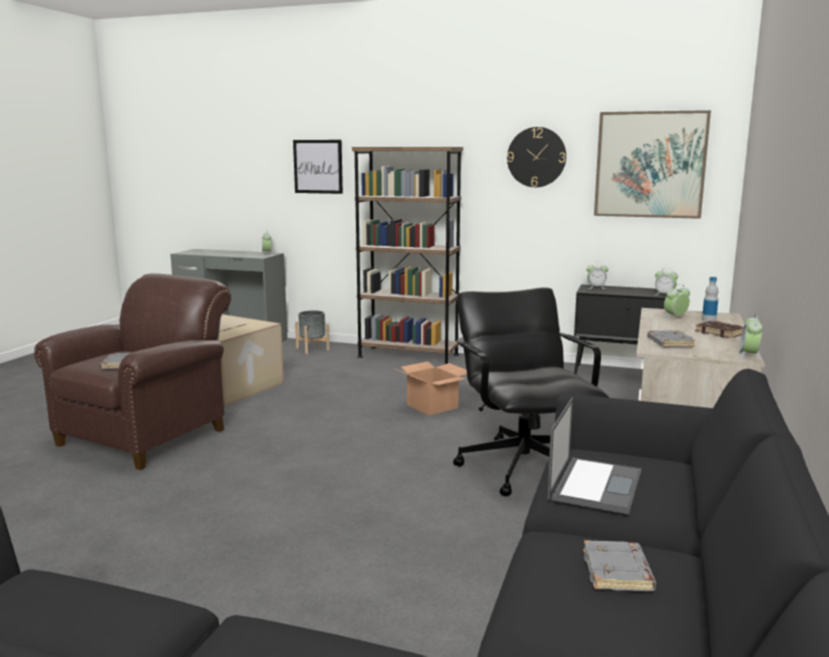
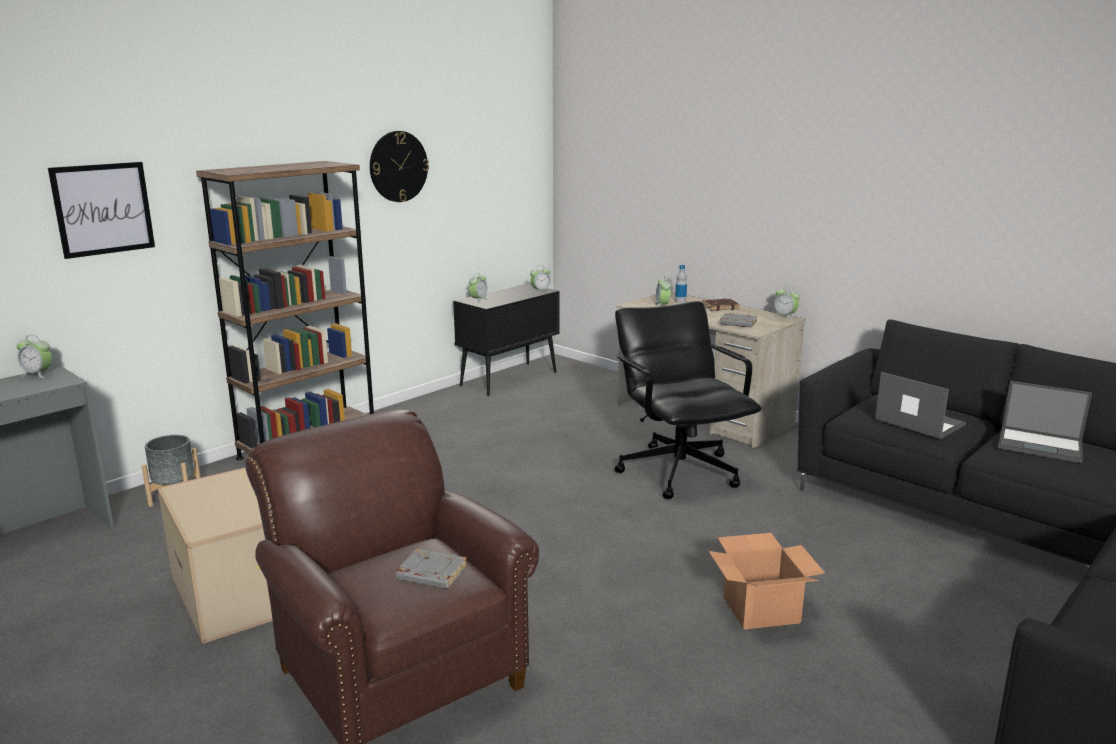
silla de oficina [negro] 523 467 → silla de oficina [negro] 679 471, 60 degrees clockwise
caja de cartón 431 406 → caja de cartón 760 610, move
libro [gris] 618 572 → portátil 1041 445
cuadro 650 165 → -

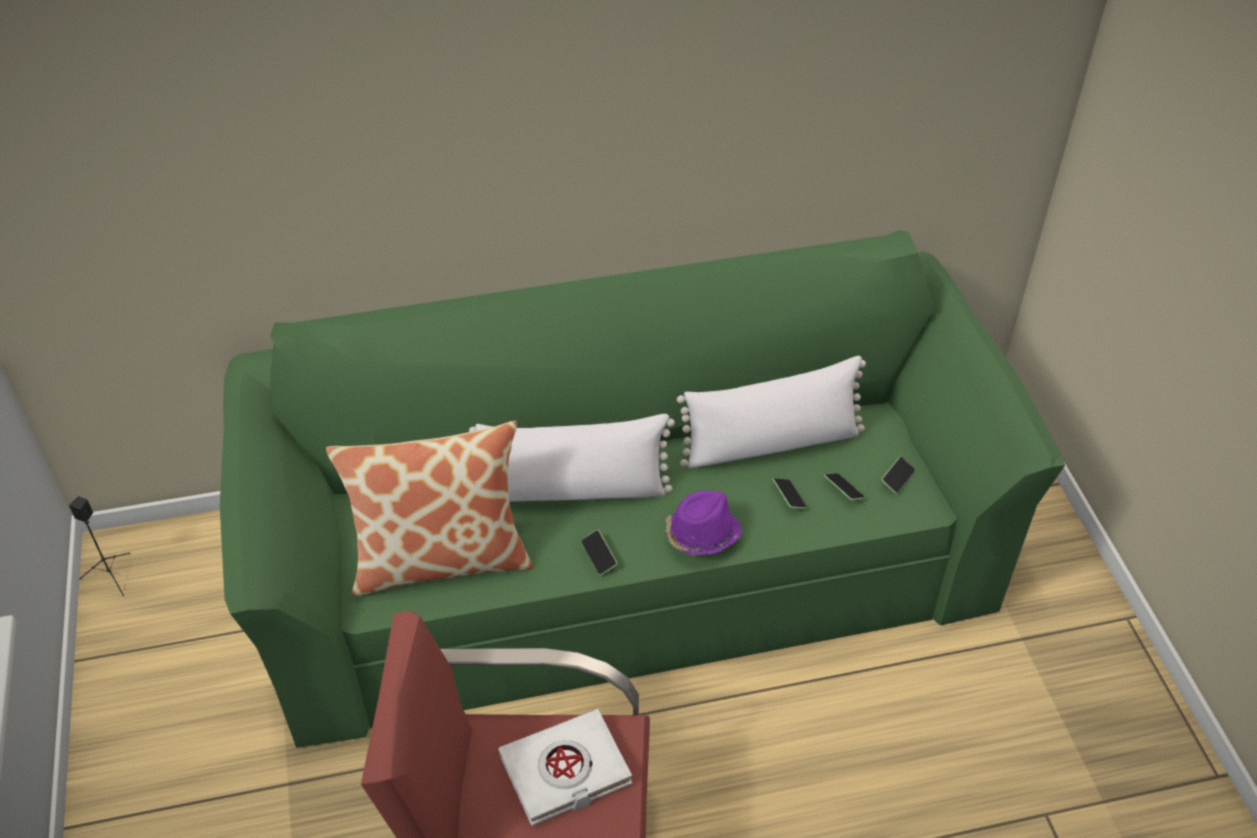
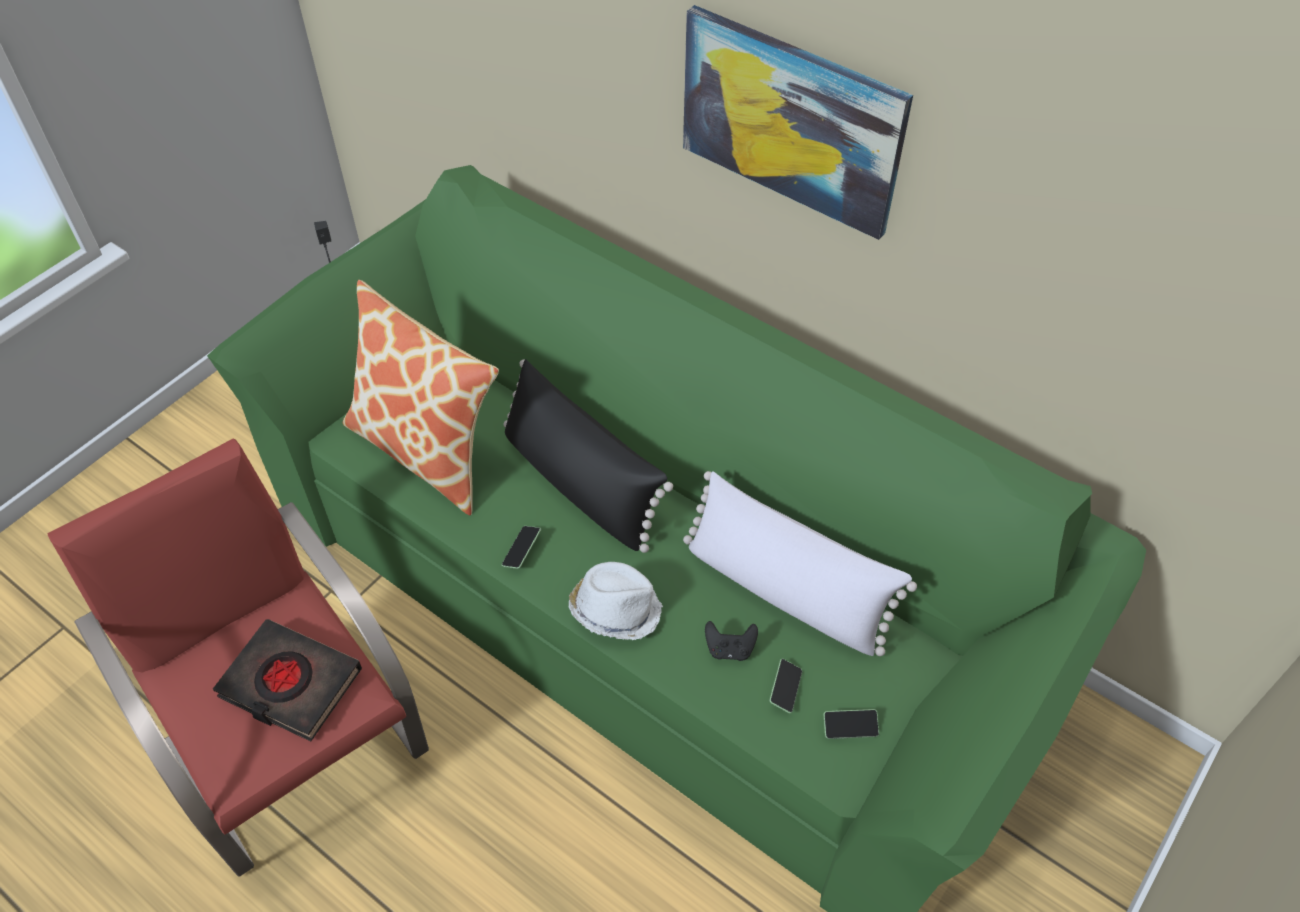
libro [blanco] 565 771 → libro [negro] 290 684
cojín [blanco] 573 489 → cojín [negro] 580 483
sombrero [morado] 701 534 → sombrero [blanco] 615 609
- → cuadro 791 120
móvil 789 497 → mando de consola [negro] 729 649

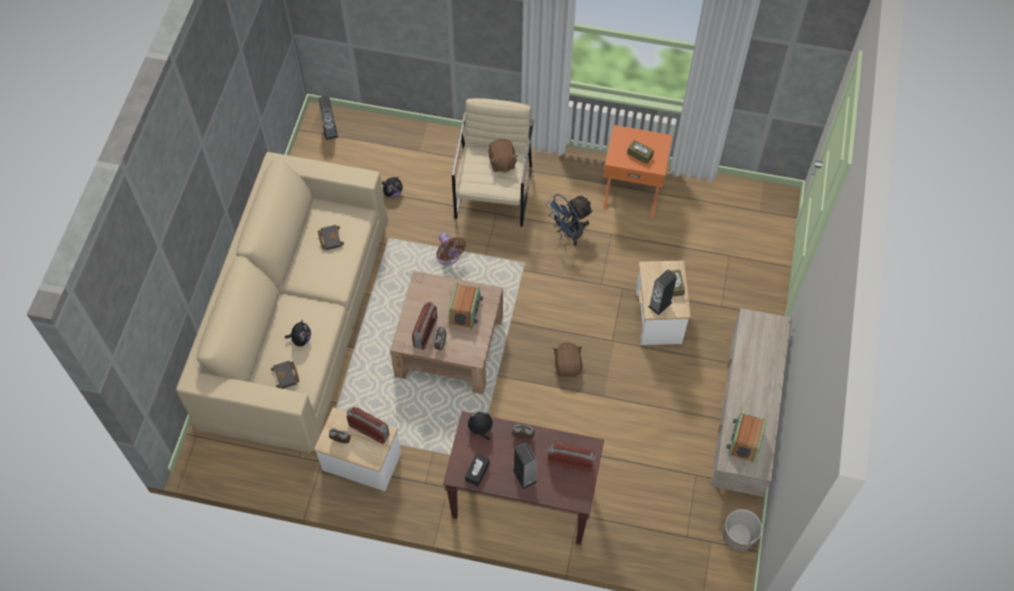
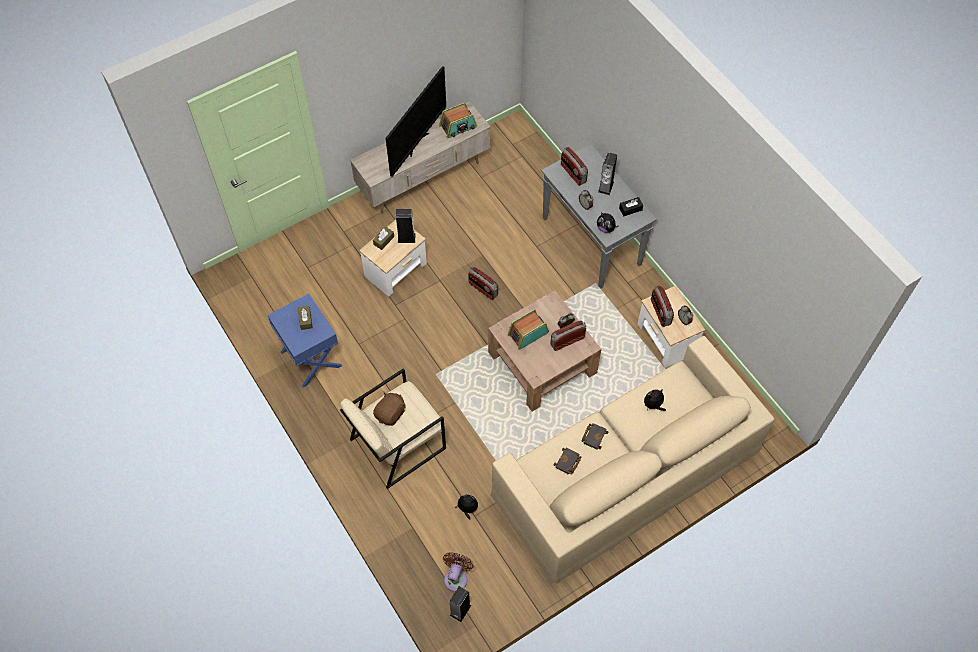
mesita de noche [naranja] 632 193 → mesita de noche [azul] 310 359
- → televisor 417 143
ventilador [marrón] 449 258 → ventilador [marrón] 456 577, move
peluche [marrón] 568 365 → radio 483 289
mesa consola [marrón] 521 501 → mesa consola [gris] 592 242
libro [negro] 286 376 → libro [negro] 594 436, move
ventilador [azul] 568 233 → -
maceta 738 536 → -

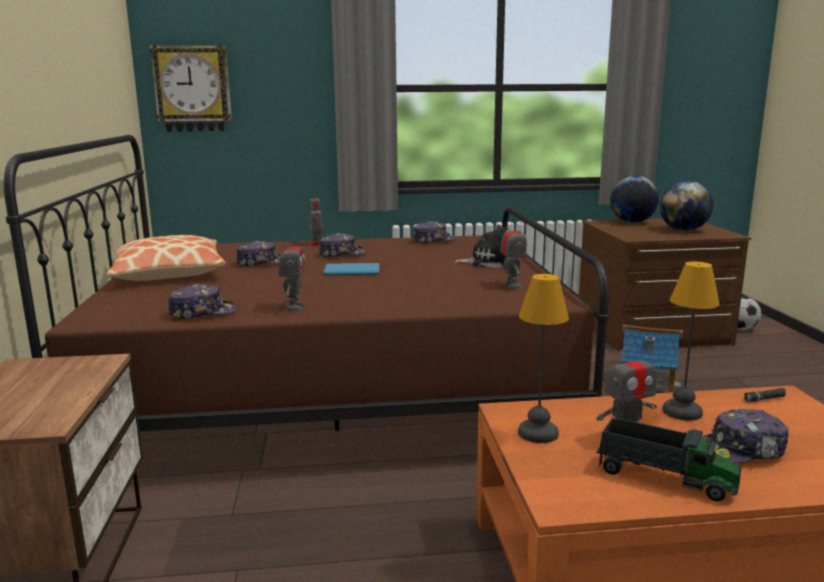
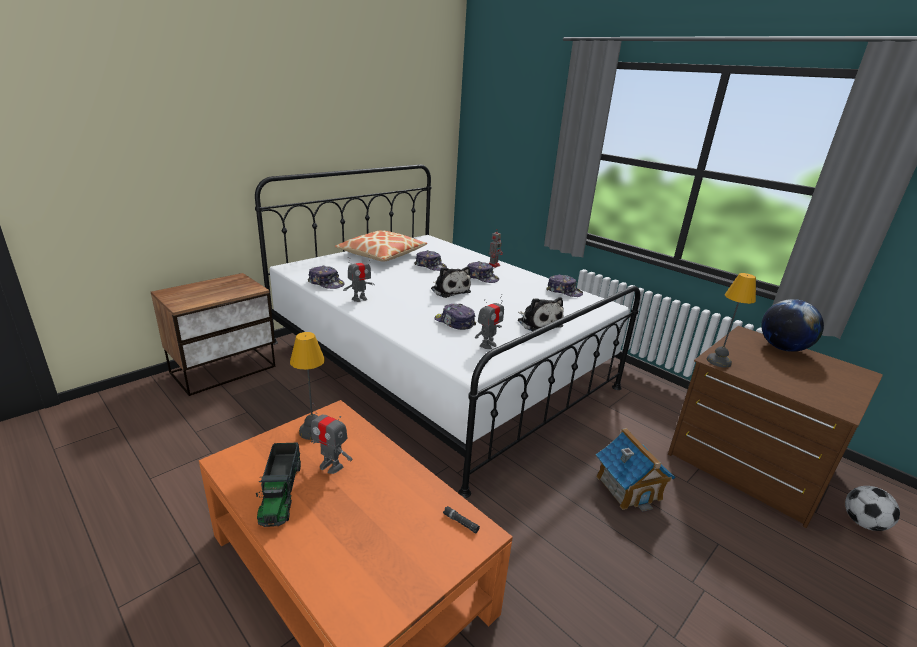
cama [marrón] 336 392 → cama [blanco] 438 364
libro [azul] 350 270 → peluche 449 290
gorra 741 451 → gorra 454 323, move
lámpara de mesa 681 411 → lámpara de mesa 719 361, move
reloj de pared 193 89 → -
globo terráqueo 683 230 → -

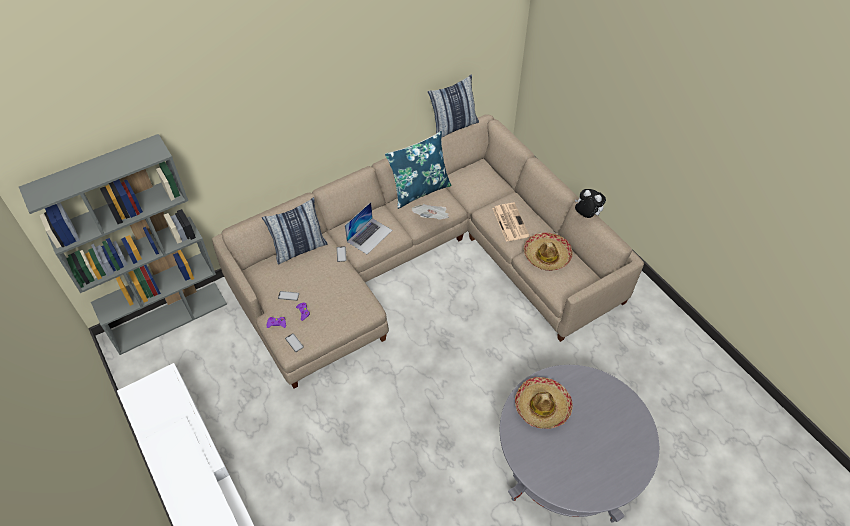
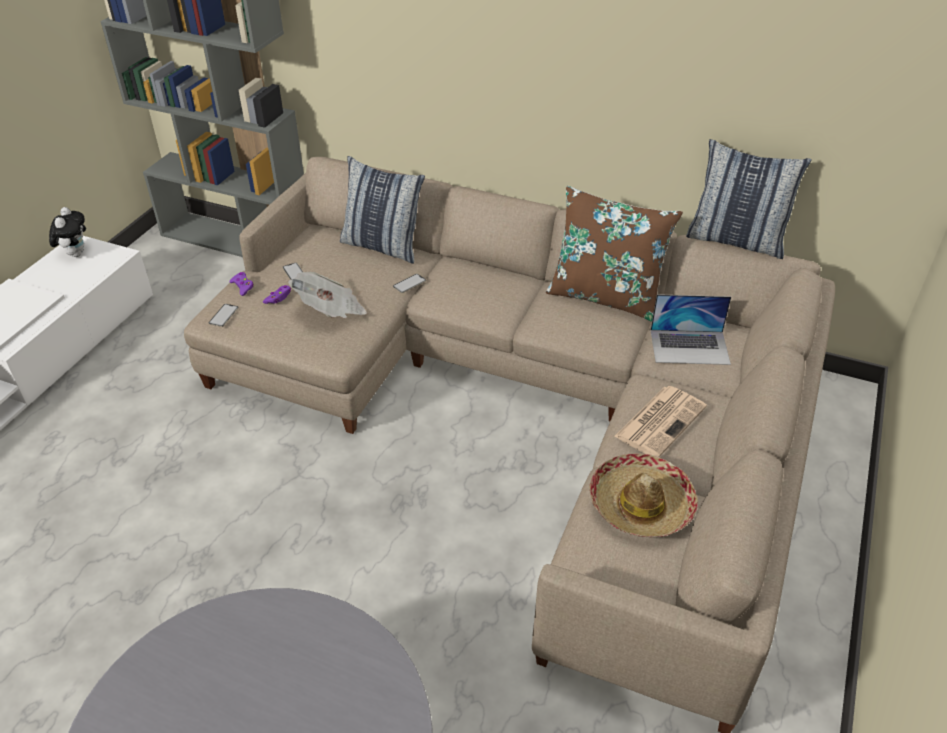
peluche 586 215 → peluche 75 253, move
periódico 432 218 → periódico 331 311, move
cojín [azul] 419 190 → cojín [marrón] 605 296
portátil 369 235 → portátil 689 347, move
sombrero 542 407 → -

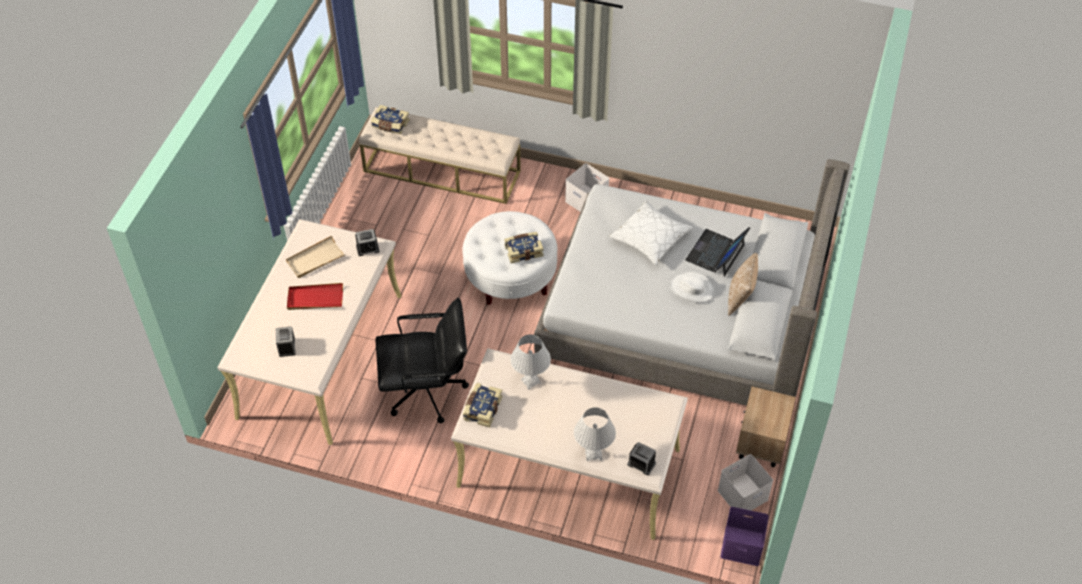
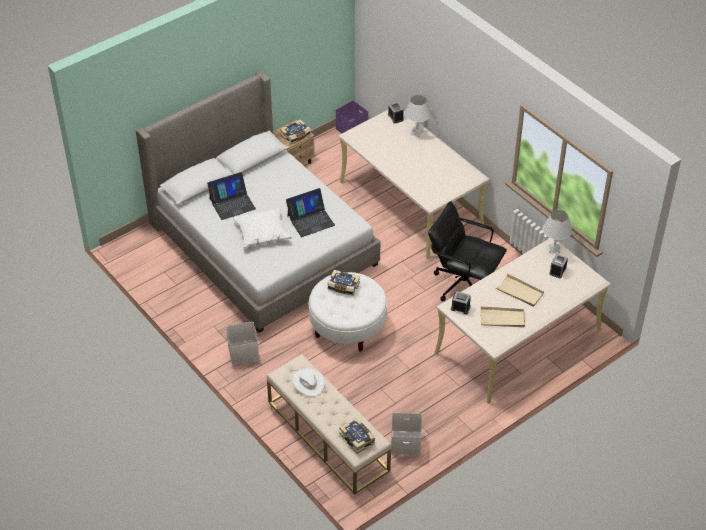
libro 482 408 → libro 296 136, move
- → portátil 310 220
sombrero [blanco] 692 289 → sombrero [blanco] 308 383, move
caja de almacenaje [blanco] 743 493 → caja de almacenaje [blanco] 405 443, move
bandeja [rojo] 315 298 → bandeja [beis] 520 292
lámpara de mesa [blanco] 530 381 → lámpara de mesa [blanco] 554 249, move
cojín 740 298 → -

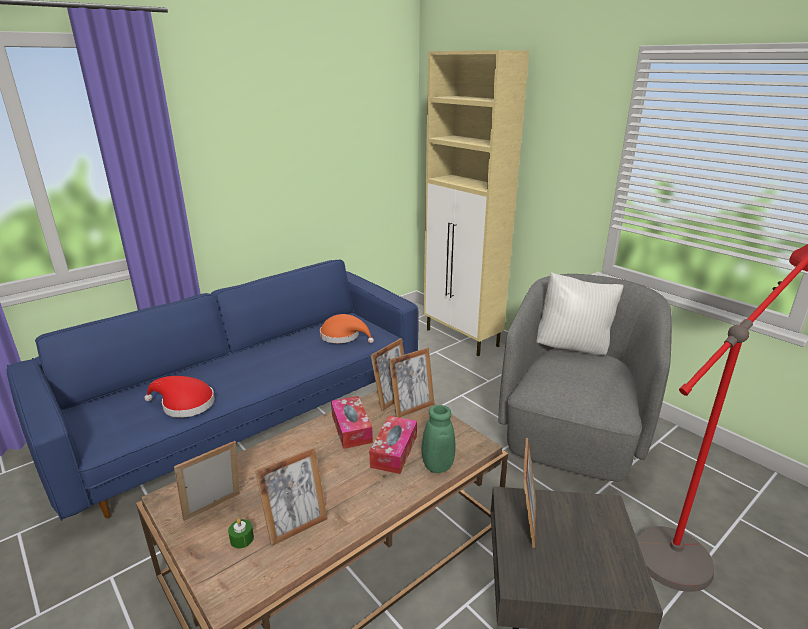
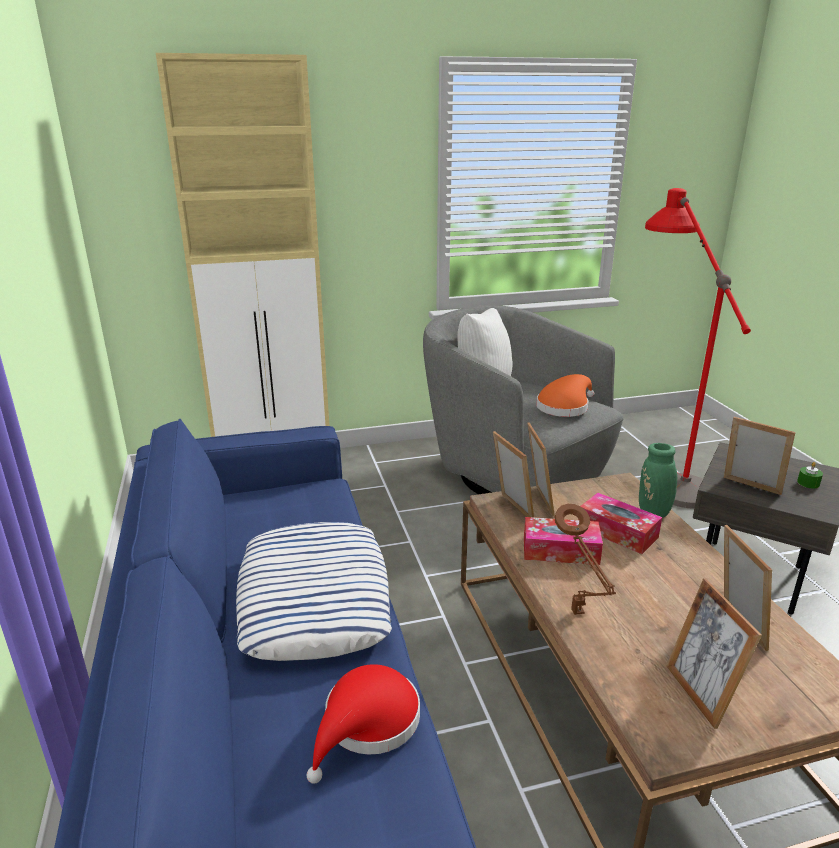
- → cojín 314 598
sombrero [naranja] 343 336 → sombrero [naranja] 564 406, move
- → lámpara de mesa [marrón] 579 615
vela [verde] 242 539 → vela [verde] 808 483, move

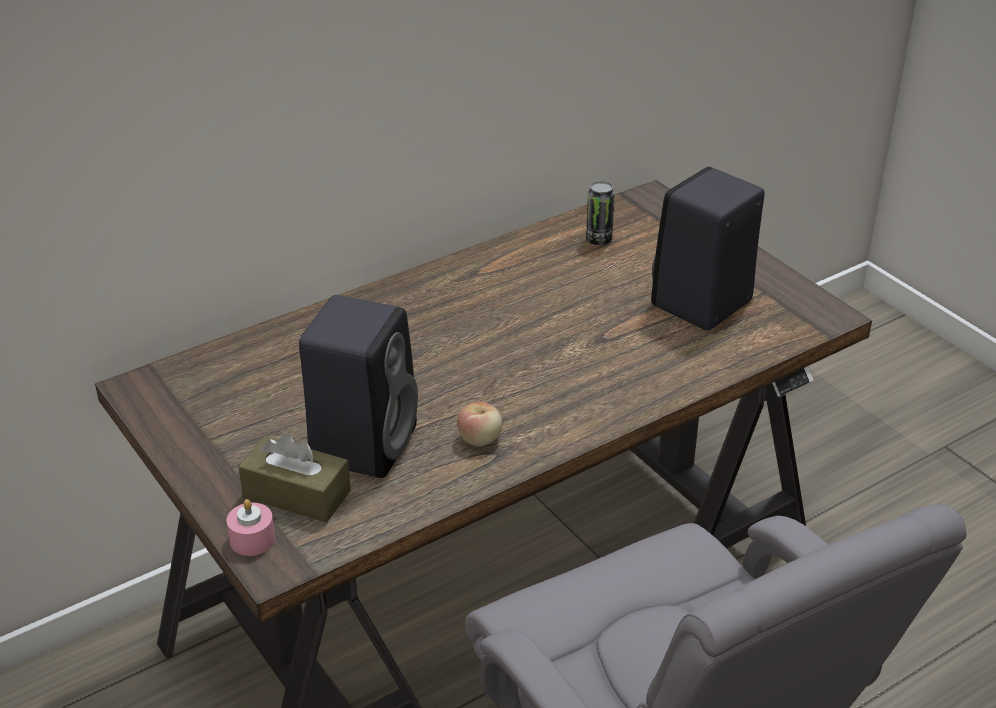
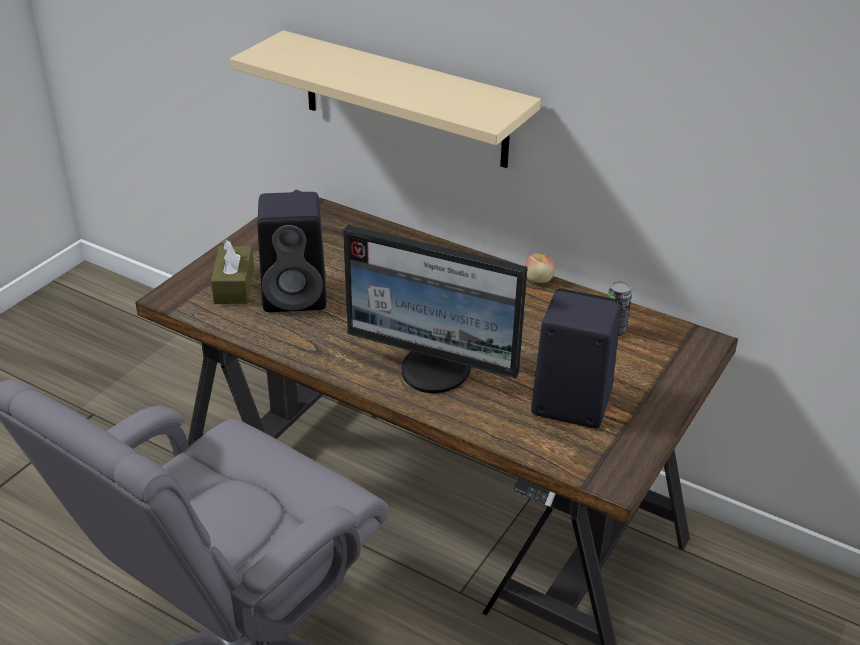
- → estante [beis] 404 100
- → monitor 436 370
manzana 480 439 → manzana 538 280, move
vela [rosa] 252 539 → -

